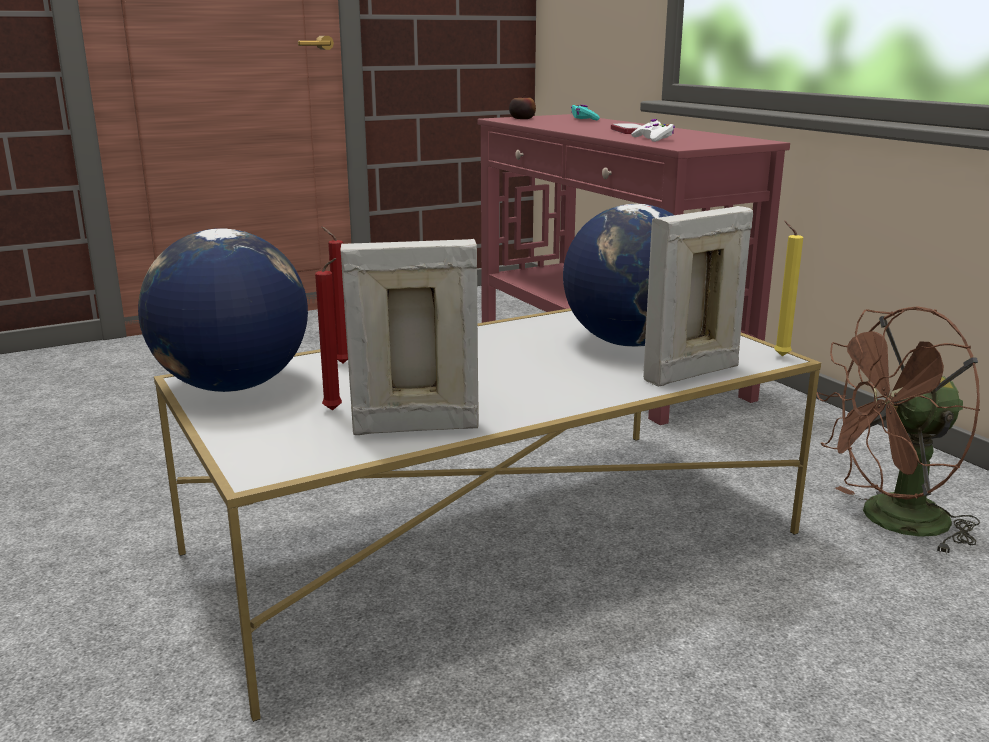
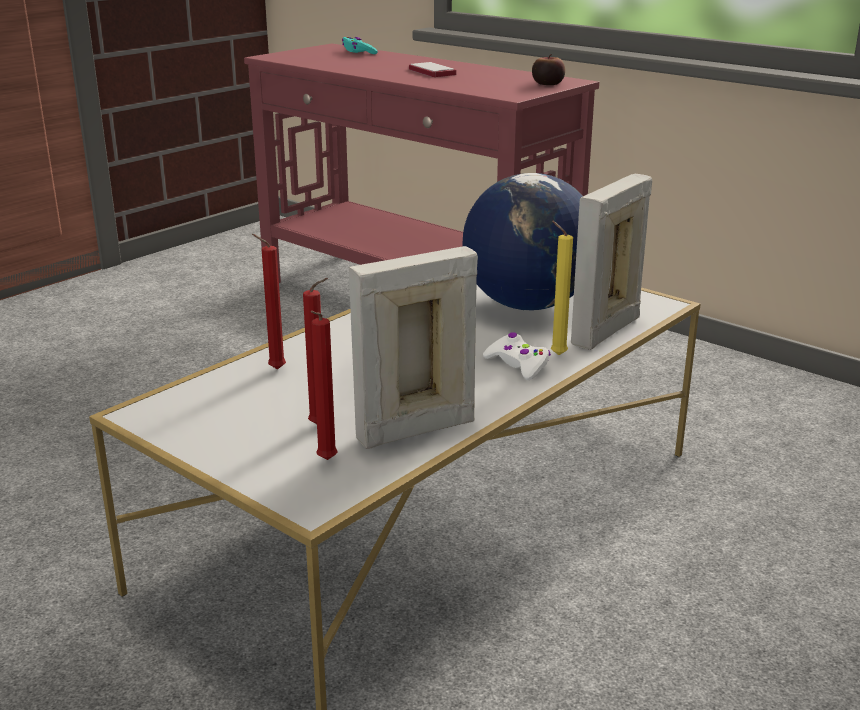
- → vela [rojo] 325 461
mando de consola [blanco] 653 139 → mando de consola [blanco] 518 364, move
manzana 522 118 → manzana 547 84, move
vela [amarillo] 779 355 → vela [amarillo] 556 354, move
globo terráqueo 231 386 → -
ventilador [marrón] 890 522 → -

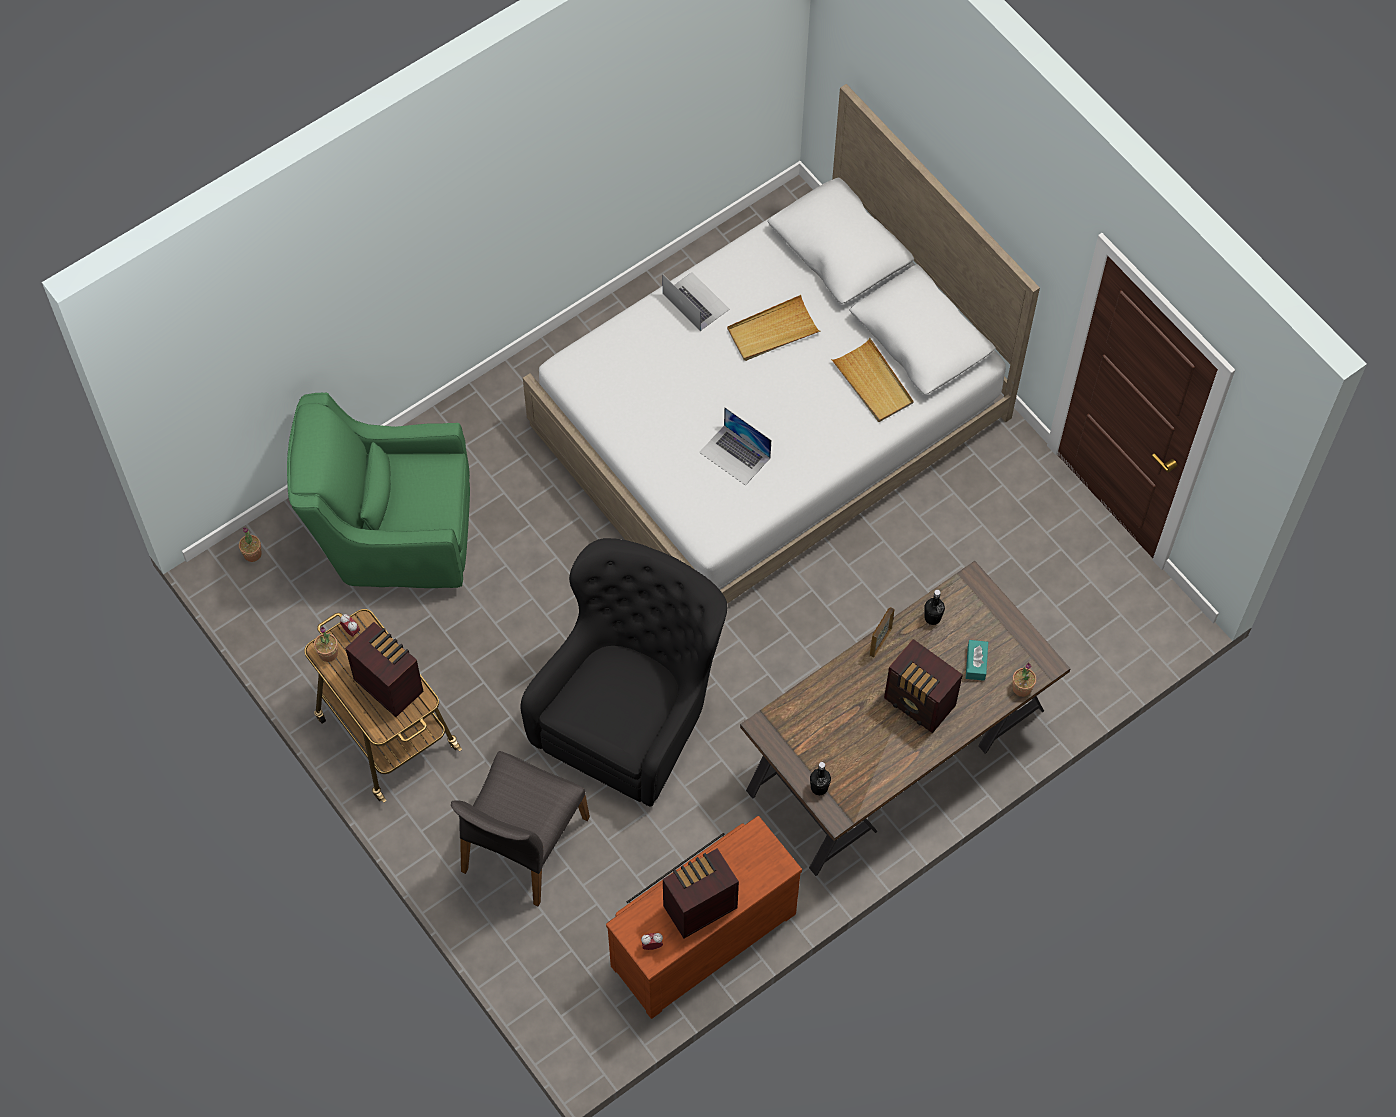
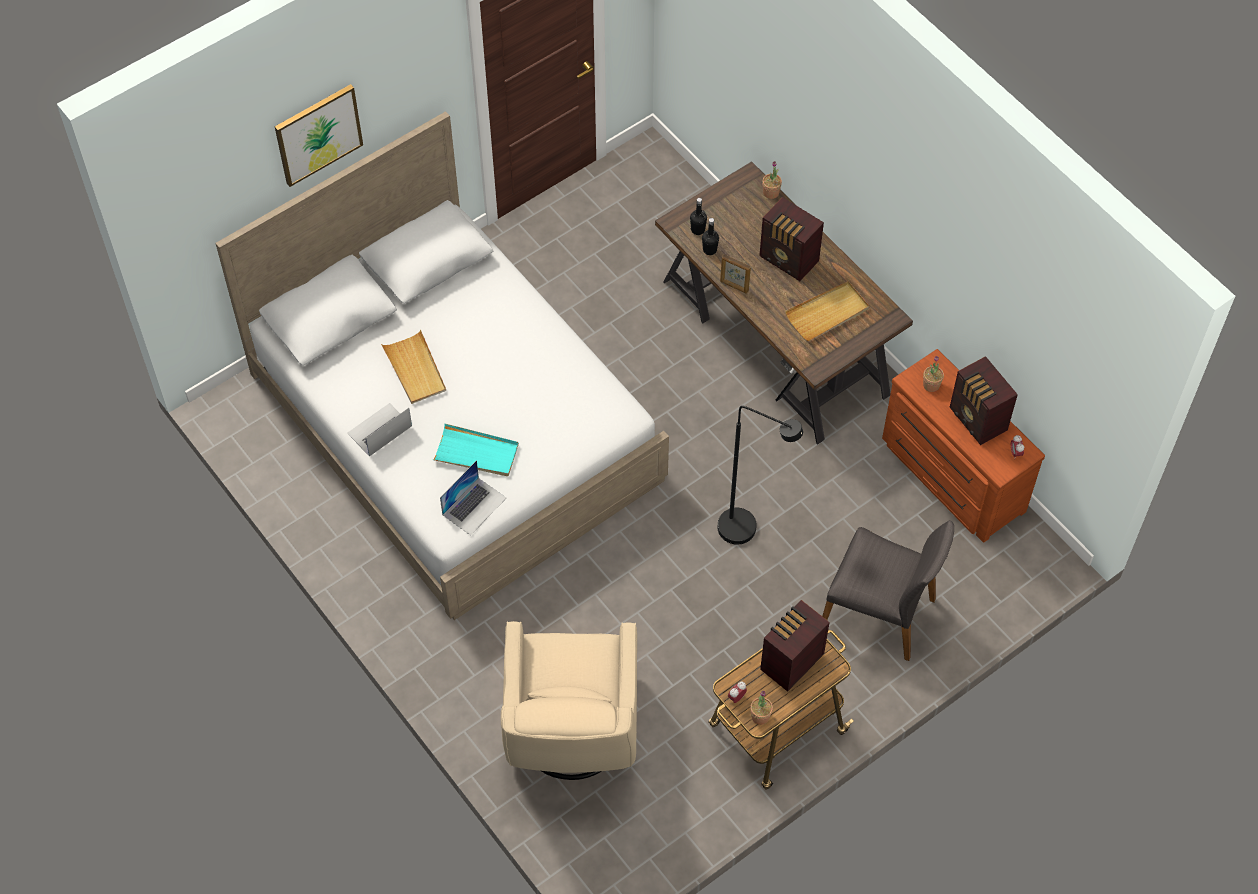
- → cuadro 318 134
- → bandeja [turquesa] 476 453
portátil 735 455 → portátil 474 506, move
sillón [verde] 392 535 → sillón [beis] 571 735
botella [negro] 819 787 → botella [negro] 698 230, move
sillón [negro] 631 711 → lámpara de pie [negro] 747 531
radio 920 704 → radio 789 260, 90 degrees clockwise
bandeja [beis] 873 383 → bandeja [beis] 827 313, move
planta en maceta 252 554 → planta en maceta 931 385, move
caja de pañuelos [turquesa] 976 663 → -

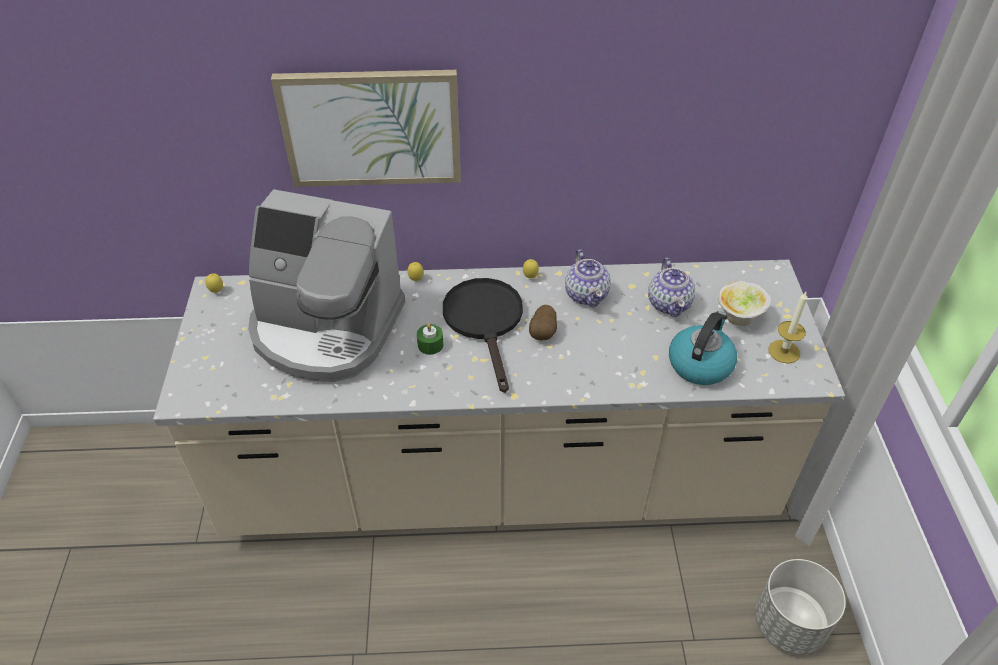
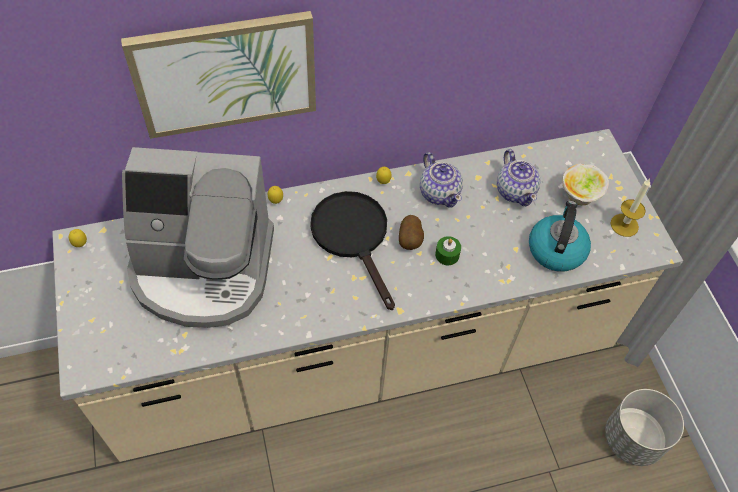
vela [verde] 430 345 → vela [verde] 447 255, move

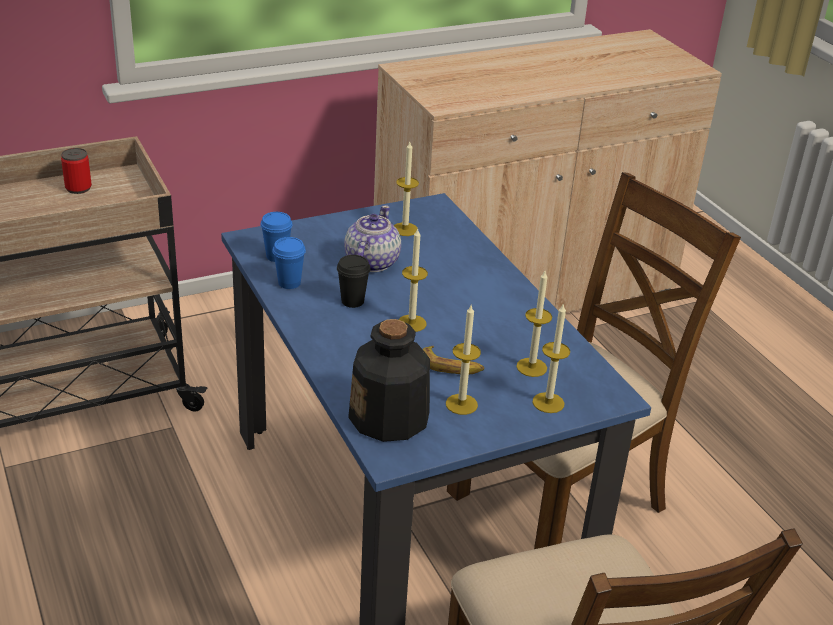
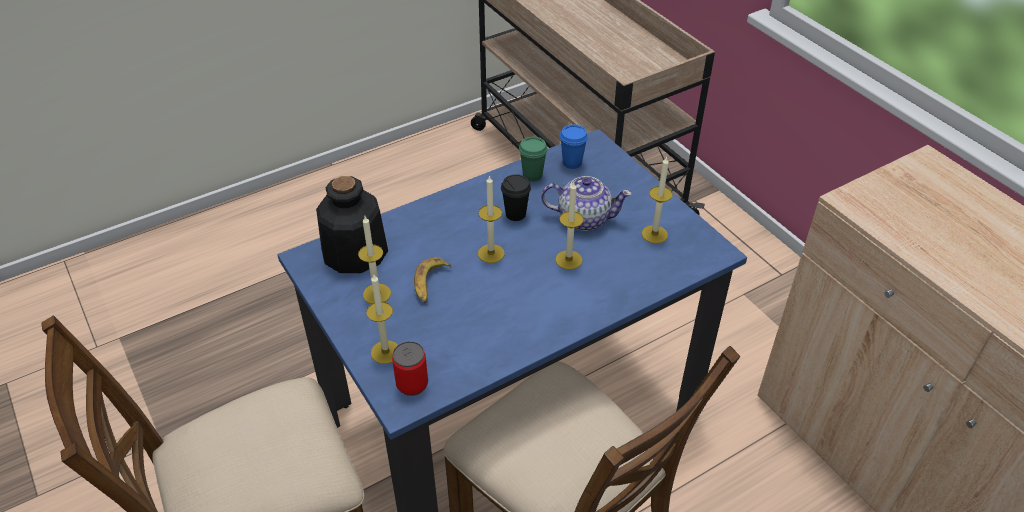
lata 78 188 → lata 412 384, move
taza [azul] 289 283 → taza [verde] 532 175
vela 531 367 → vela 568 260, move

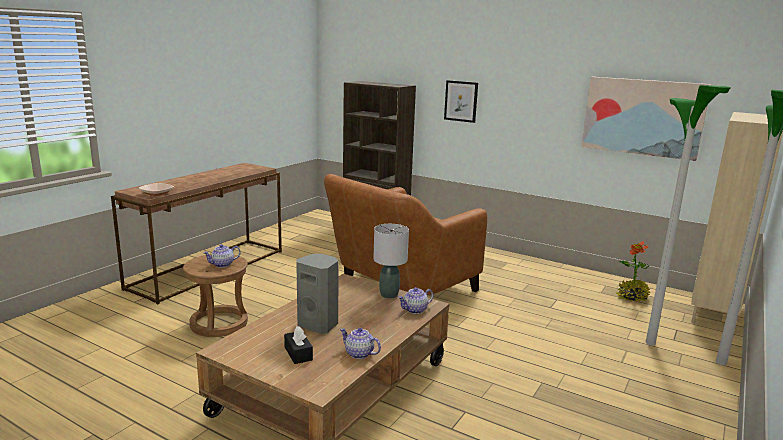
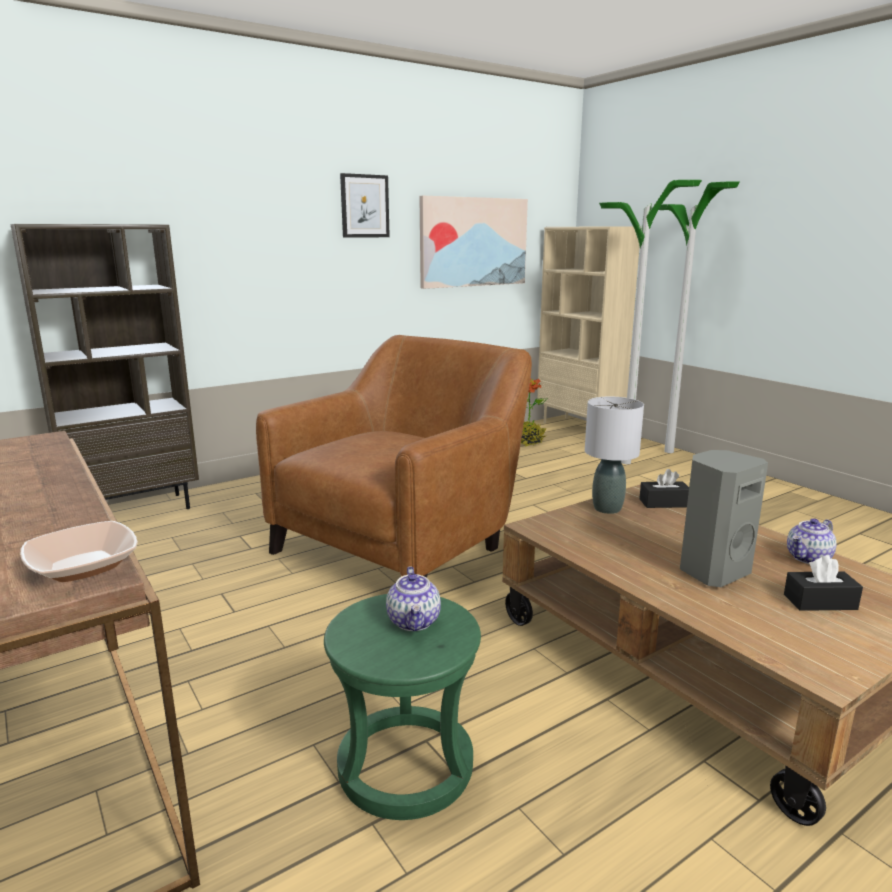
sillón [marrón] 400 289 → sillón [marrón] 403 545, 120 degrees counterclockwise
taburete [marrón] 219 323 → taburete [verde] 404 766
cuadro 461 101 → cuadro 364 206, move
tetera 415 310 → caja de pañuelos [negro] 664 503

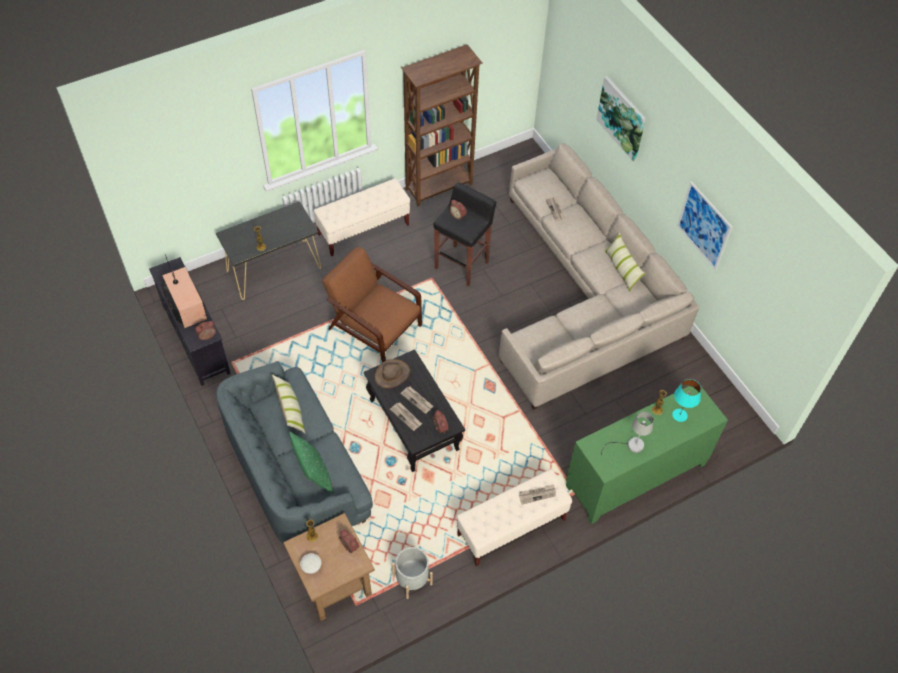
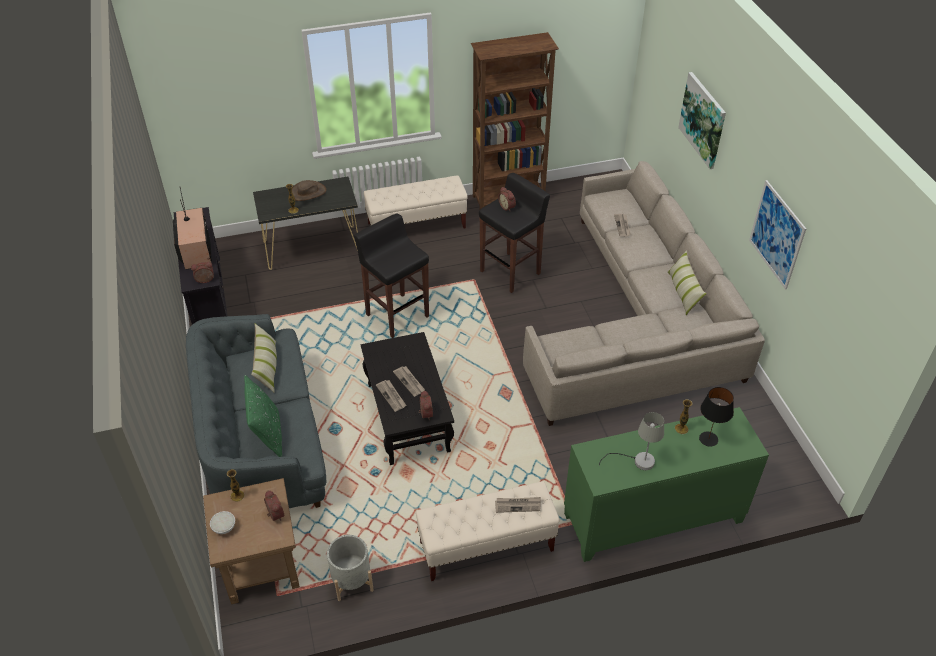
sombrero [marrón] 392 374 → sombrero [marrón] 308 192, move
sillón [marrón] 374 326 → taburete [negro] 397 315
lámpara de mesa [turquesa] 679 415 → lámpara de mesa [negro] 708 438

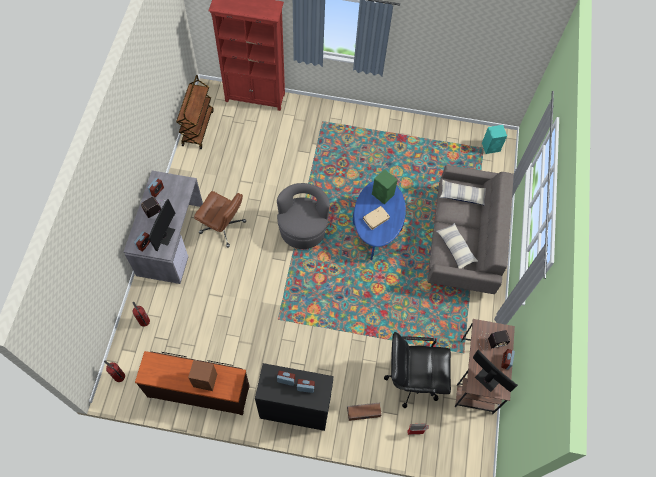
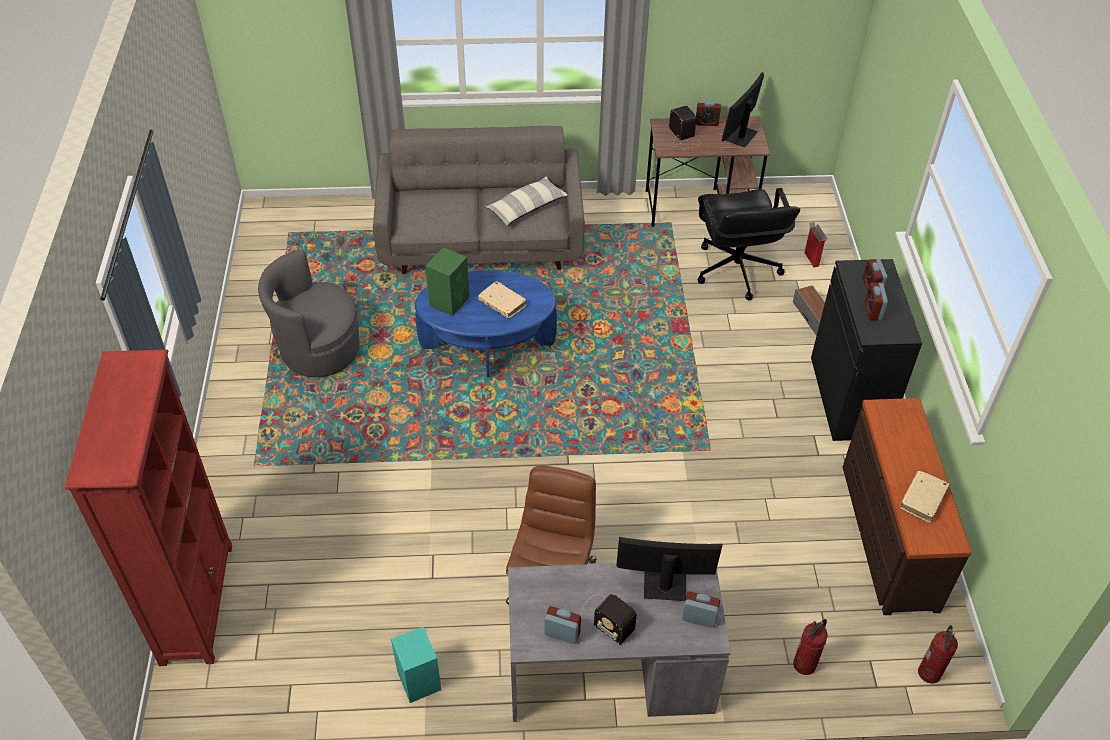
sillón [gris] 303 229 → sillón [gris] 318 349, move
altavoz [turquesa] 491 147 → altavoz [turquesa] 418 679, move
- → libro [beis] 922 499
carrito [marrón] 197 127 → -
altavoz [marrón] 206 380 → -
cojín 462 195 → -

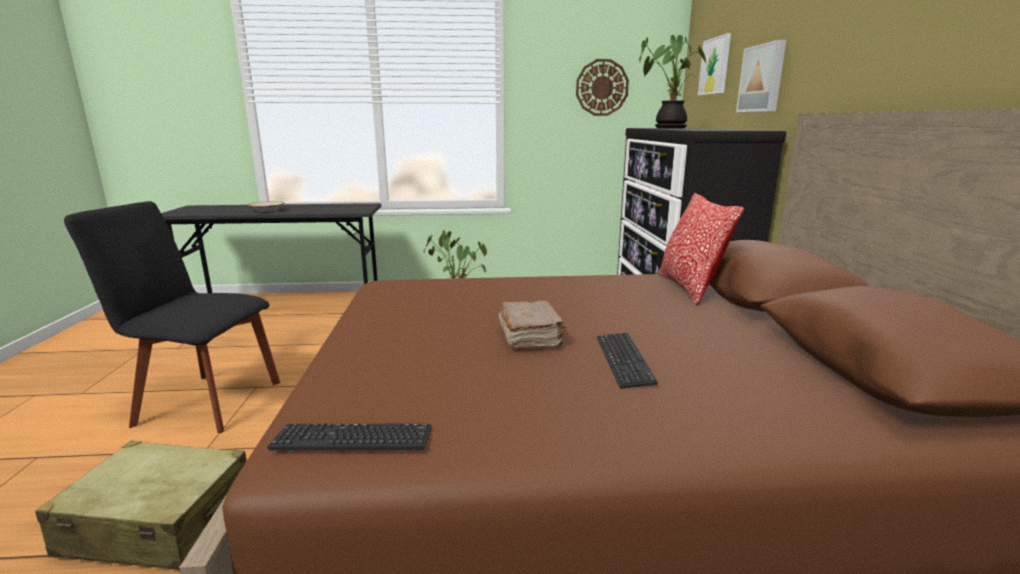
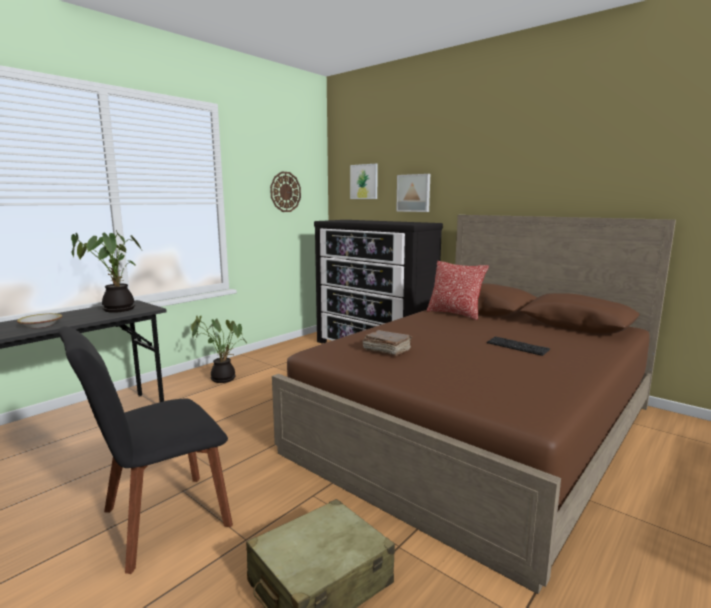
planta en maceta 667 128 → planta en maceta 116 309, move
libro [marrón] 530 337 → libro [marrón] 386 350, move
teclado 353 440 → -

